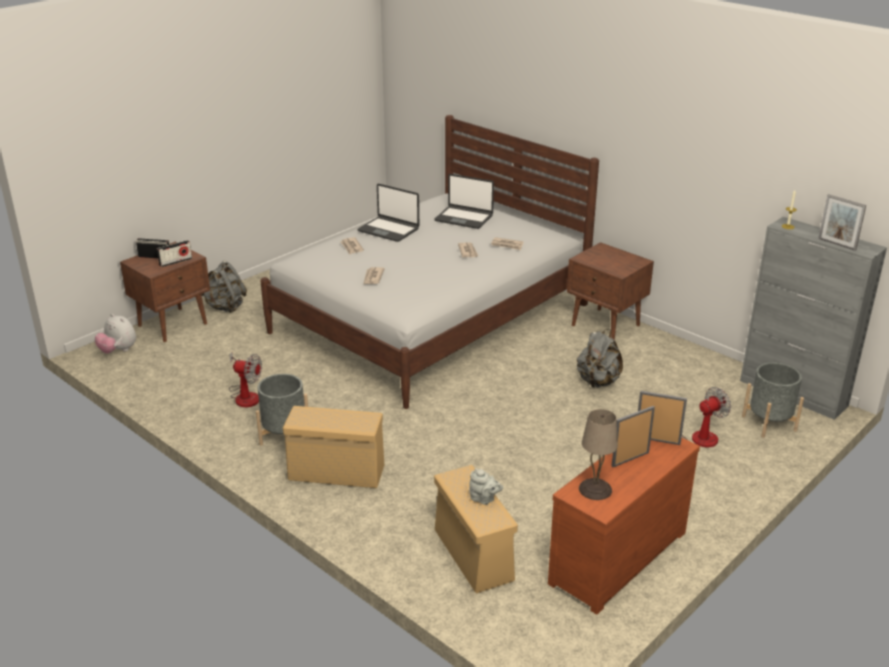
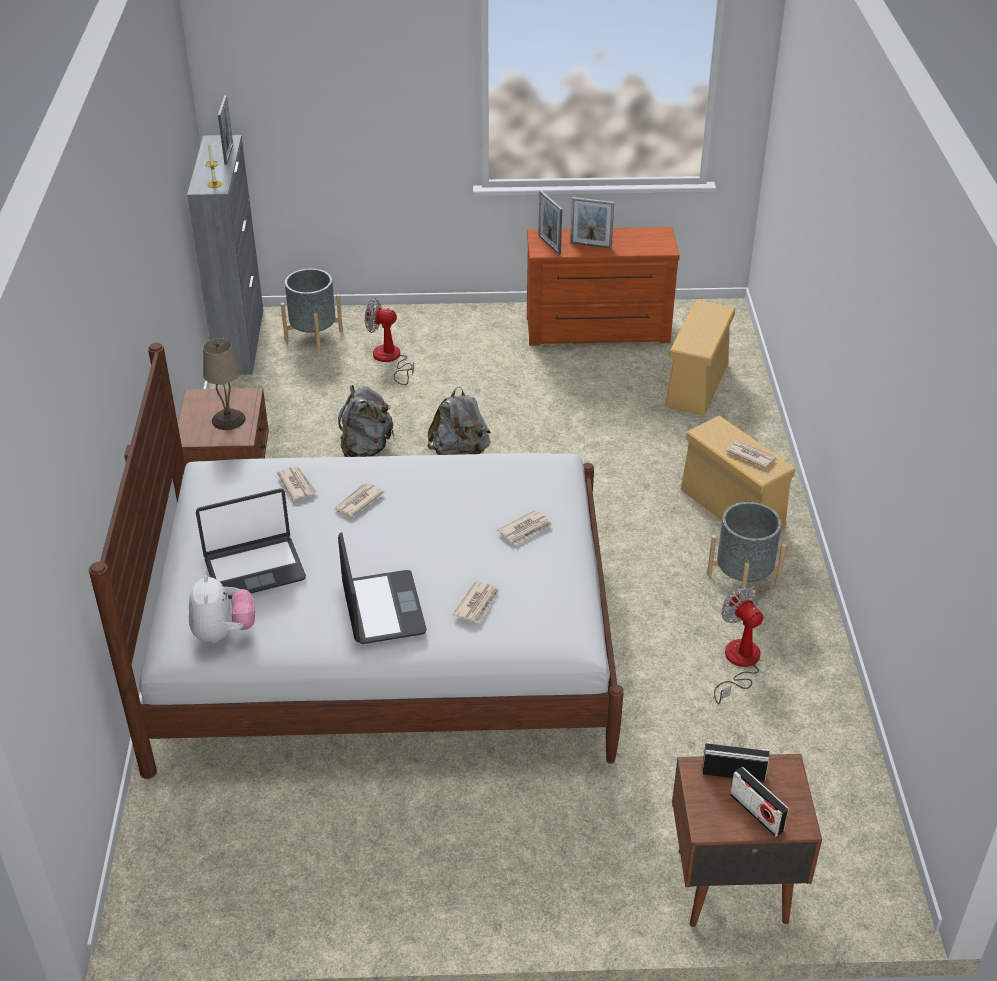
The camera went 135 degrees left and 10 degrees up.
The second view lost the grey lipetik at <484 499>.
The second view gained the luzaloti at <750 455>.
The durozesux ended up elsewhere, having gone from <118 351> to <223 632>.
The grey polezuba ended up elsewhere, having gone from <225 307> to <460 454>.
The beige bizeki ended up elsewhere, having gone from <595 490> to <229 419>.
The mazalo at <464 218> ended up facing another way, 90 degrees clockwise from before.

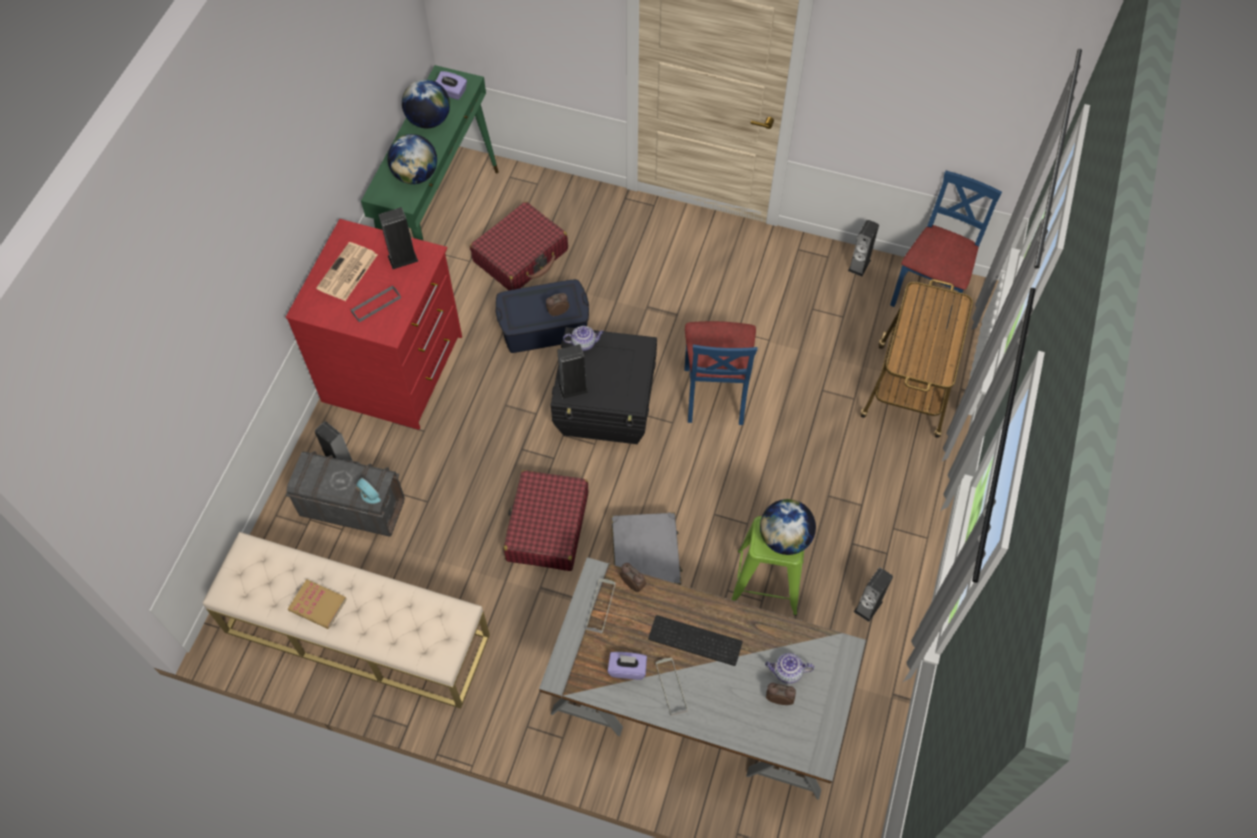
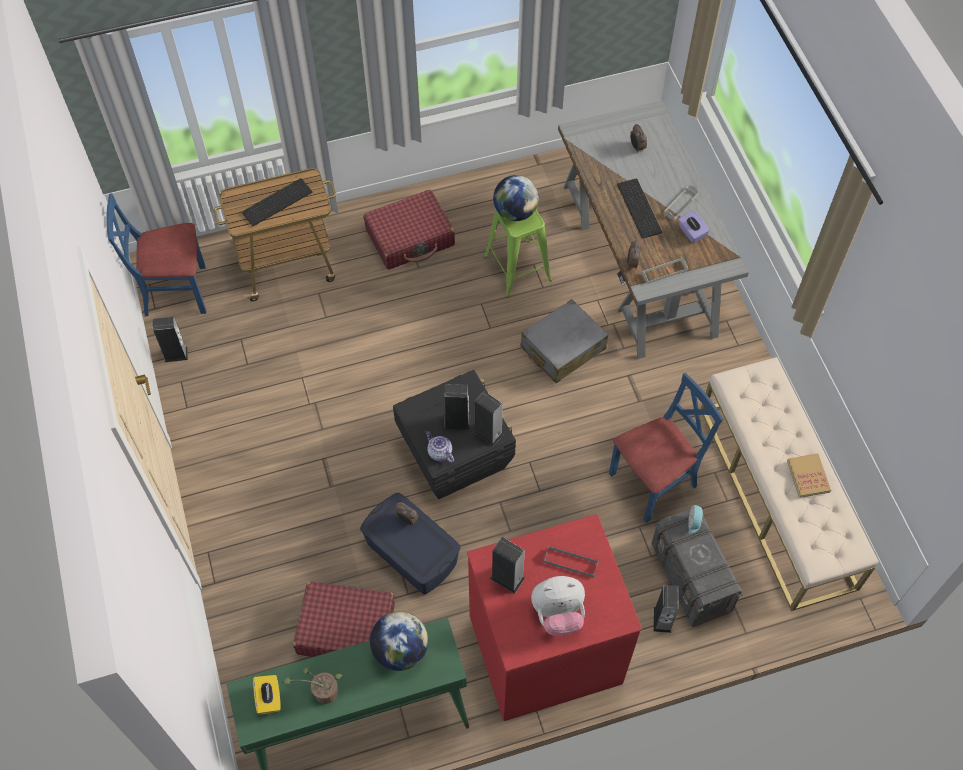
The camera went 125 degrees left and 0 degrees up.
The second view lost the lipetik at <786 672>.
The second view gained the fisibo at <277 201>.
The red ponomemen ended up elsewhere, having gone from <547 527> to <410 237>.
The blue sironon ended up elsewhere, having gone from <715 394> to <653 482>.
The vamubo ended up elsewhere, having gone from <868 606> to <457 421>.
Where the luzaloti stood at <347 273>, the durozesux came to stand at <558 613>.
Where the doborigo stood at <429 120>, the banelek came to stand at <322 691>.
What was the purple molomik at <451 92> turned into the yellow molomik at <269 698>.

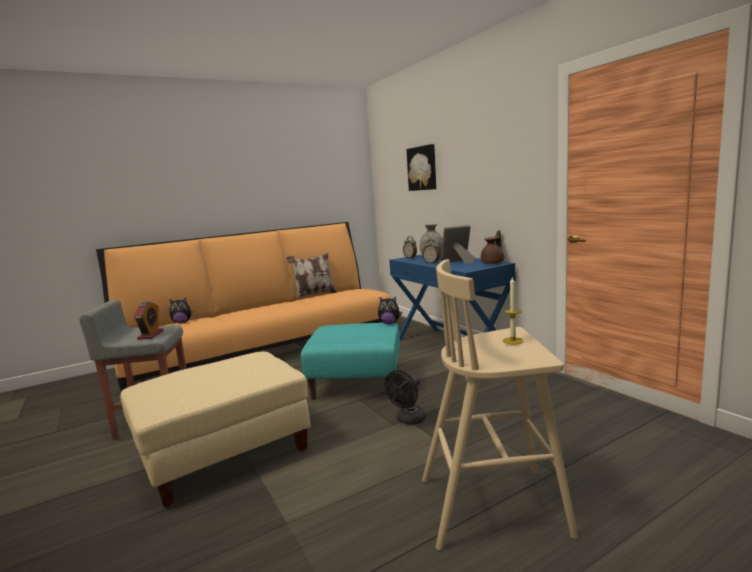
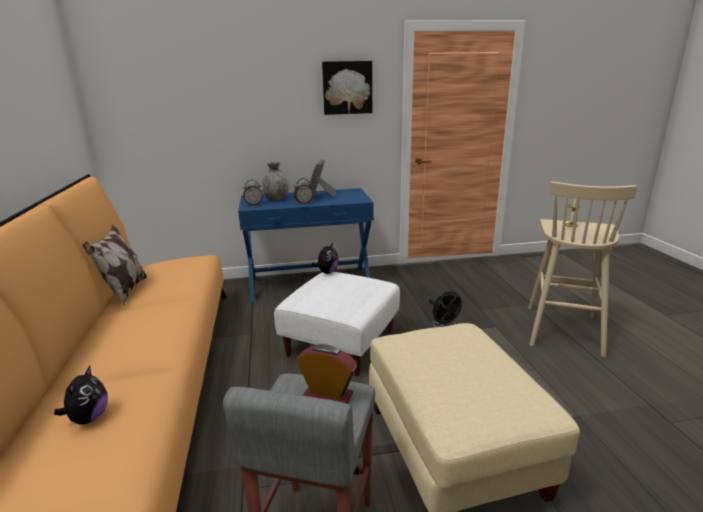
The camera went 70 degrees left and 10 degrees up.
The second view lost the brown lipetik at <493 263>.
The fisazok ended up elsewhere, having gone from <422 168> to <347 88>.
What was the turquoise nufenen at <357 382> turned into the white nufenen at <340 342>.

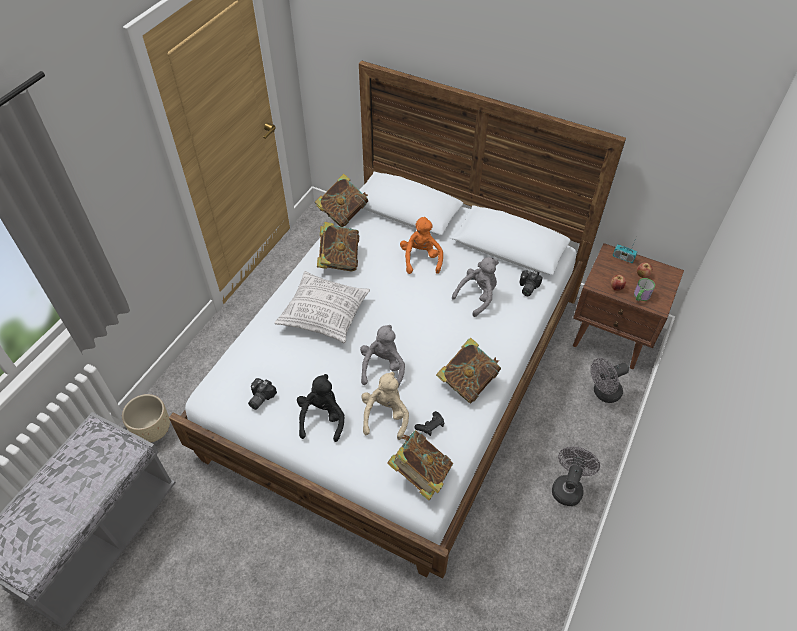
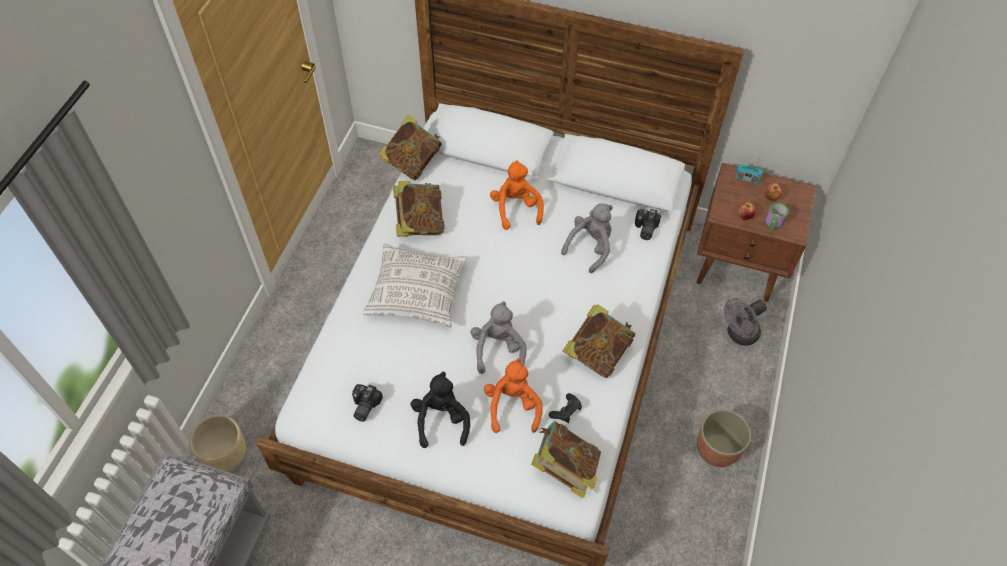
The camera went 10 degrees left and 5 degrees up.
Where the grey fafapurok stood at <568 487>, the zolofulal came to stand at <717 449>.
What was the beige durozesux at <385 415> turned into the orange durozesux at <512 406>.

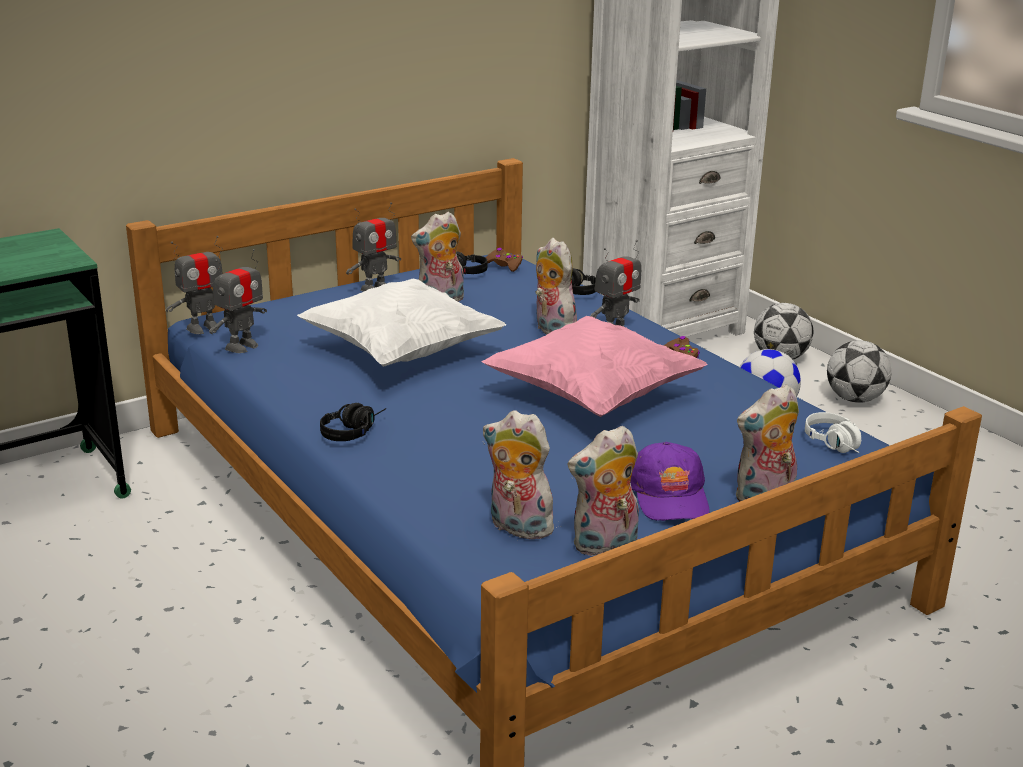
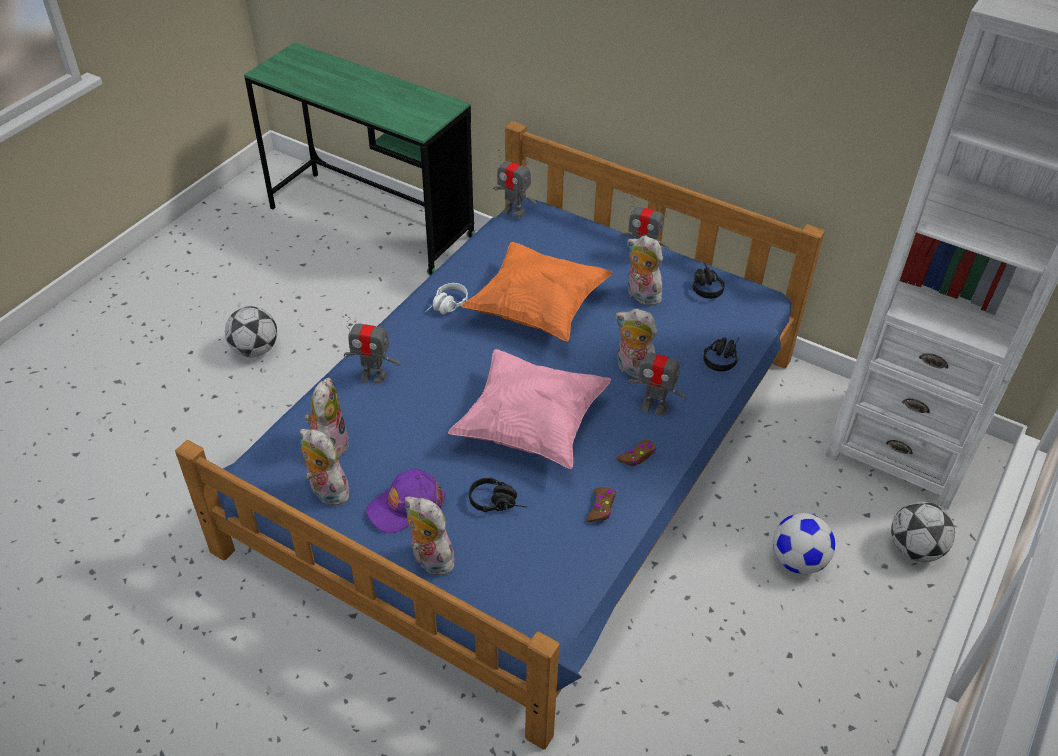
The camera went 65 degrees right and 20 degrees up.
The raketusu ended up elsewhere, having gone from <242 346> to <373 376>.
The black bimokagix ended up elsewhere, having gone from <354 431> to <498 502>.
The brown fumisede ended up elsewhere, having gone from <504 265> to <601 508>.
The white bimokagix ended up elsewhere, having gone from <837 445> to <446 307>.
The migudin ended up elsewhere, having gone from <854 399> to <255 350>.
What was the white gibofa at <401 352> turned into the orange gibofa at <537 309>.
The durozesux at <551 330> ended up facing another way, 90 degrees counterclockwise from before.

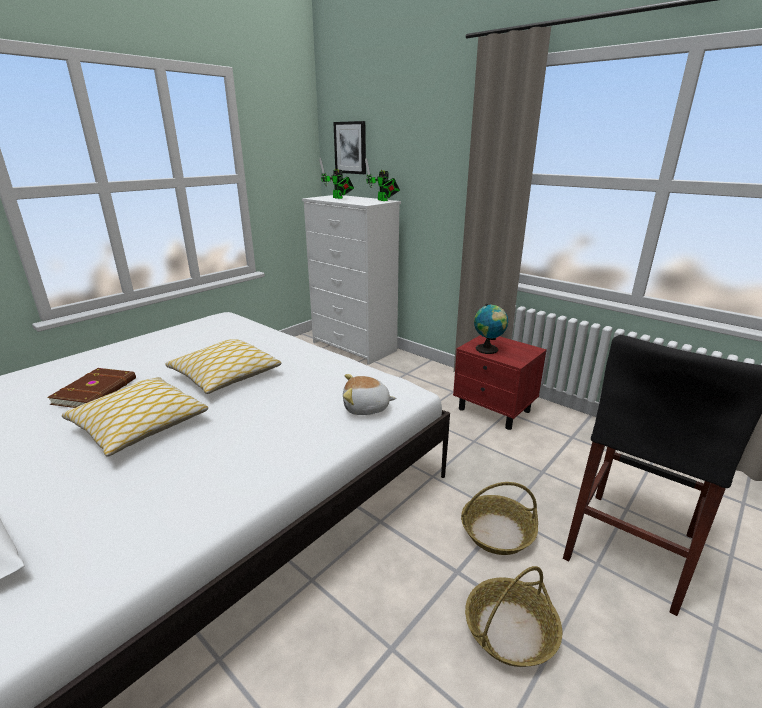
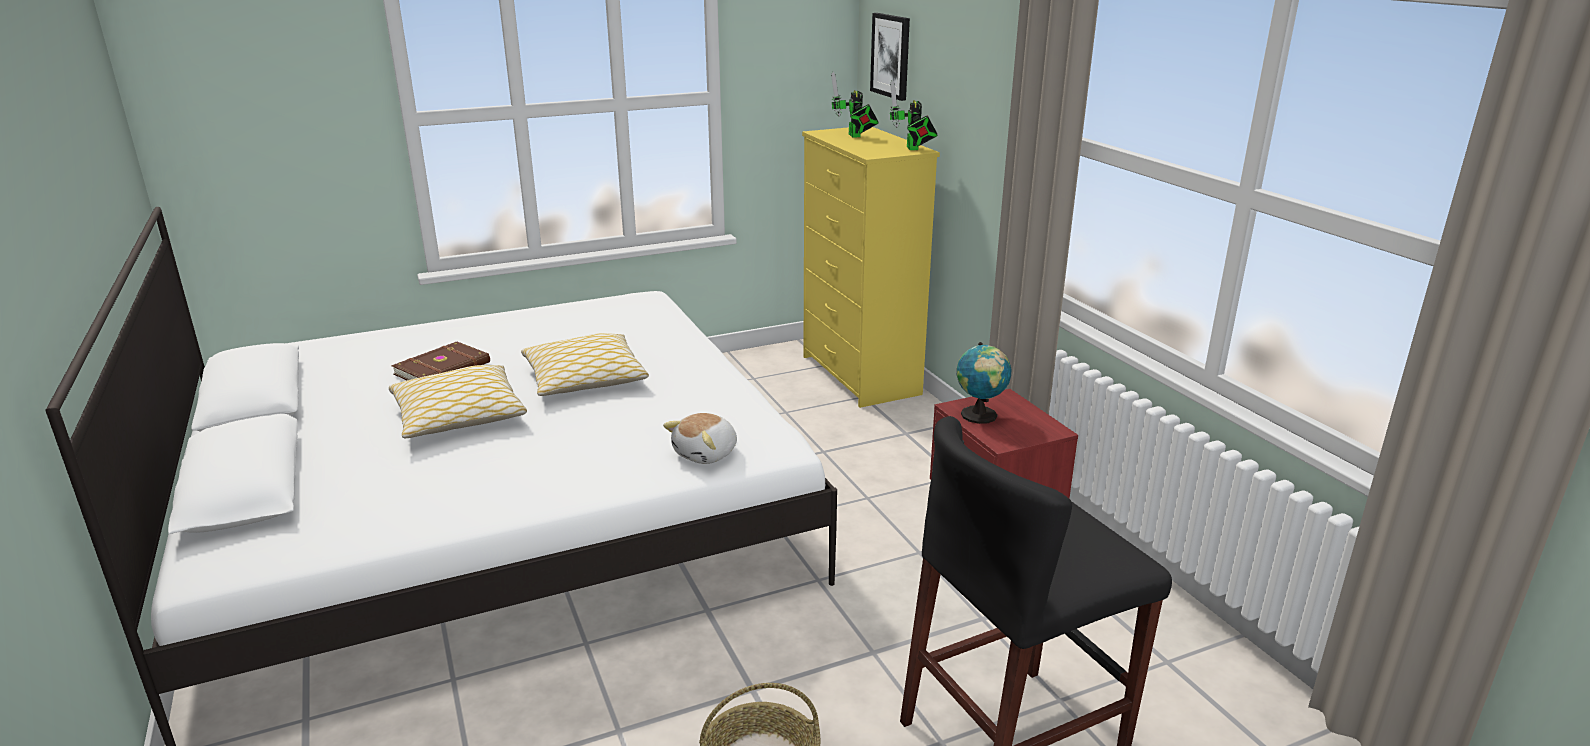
The camera went 25 degrees right and 0 degrees up.
The second view lost the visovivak at <497 532>.
What was the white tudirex at <354 347> turned into the yellow tudirex at <860 376>.
The durozesux at <366 408> ended up facing another way, 75 degrees counterclockwise from before.

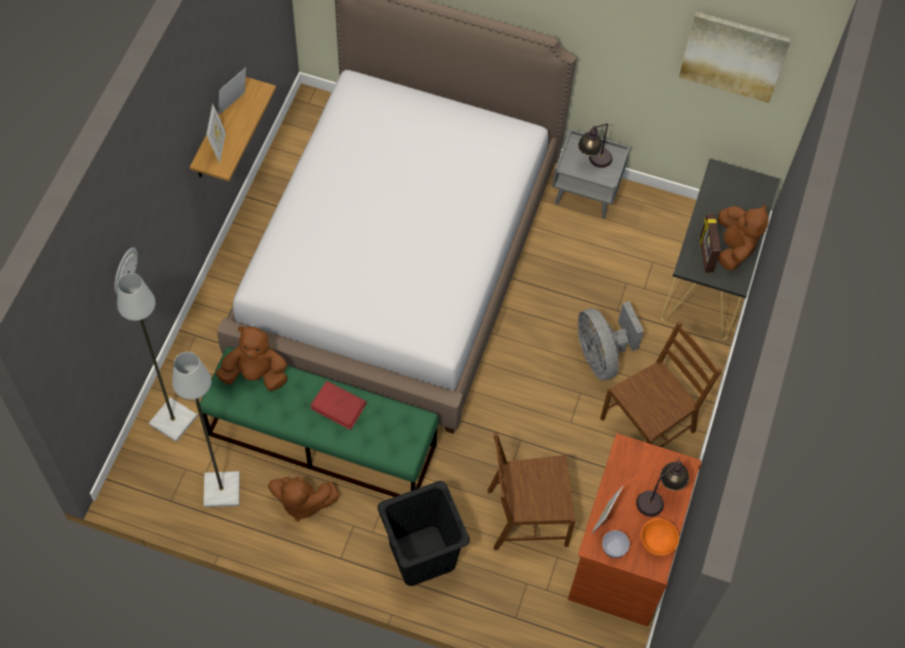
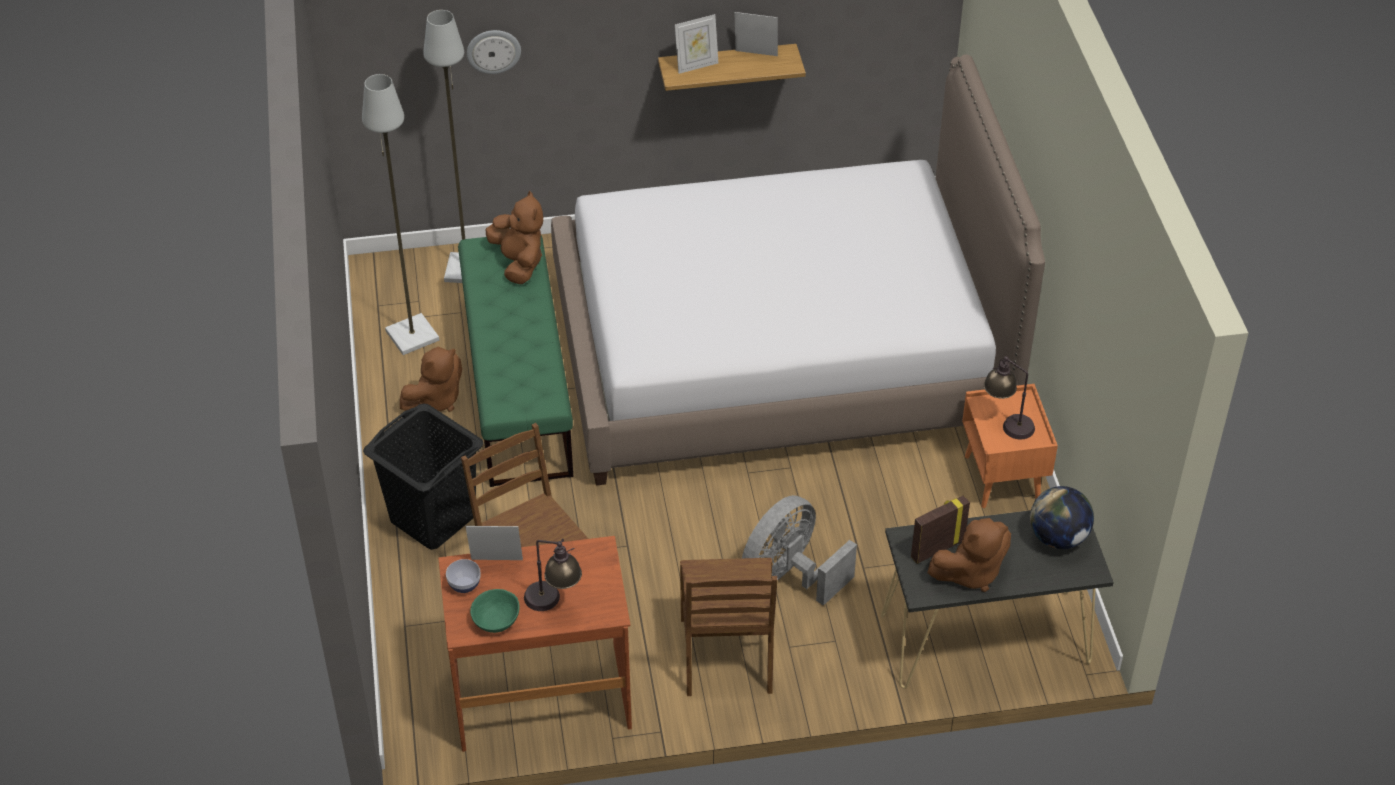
The camera went 65 degrees right and 15 degrees down.
The second view lost the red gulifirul at <338 406>.
The second view lost the fisazok at <734 56>.
The second view gained the doborigo at <1058 537>.
What was the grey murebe at <586 194> turned into the orange murebe at <1003 478>.
What was the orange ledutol at <656 541> turned into the green ledutol at <496 620>.
The brown durozesux at <302 502> ended up facing another way, 120 degrees counterclockwise from before.
The brown sironon at <648 425> ended up facing another way, 60 degrees clockwise from before.

